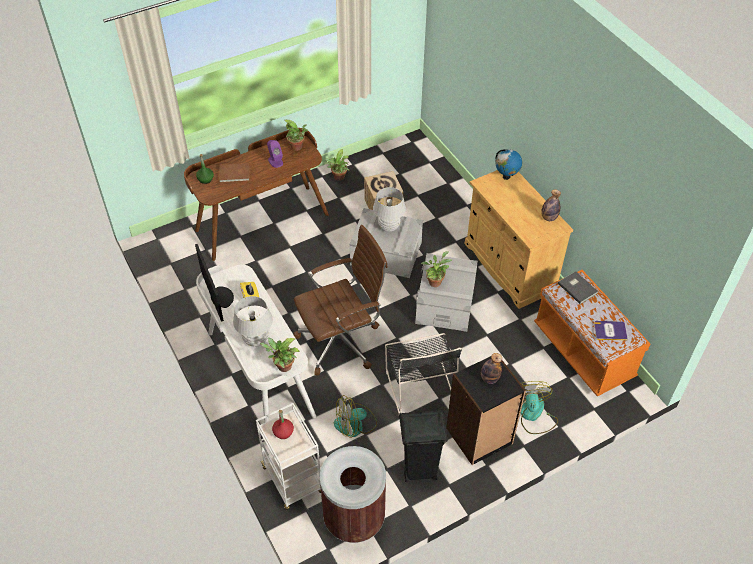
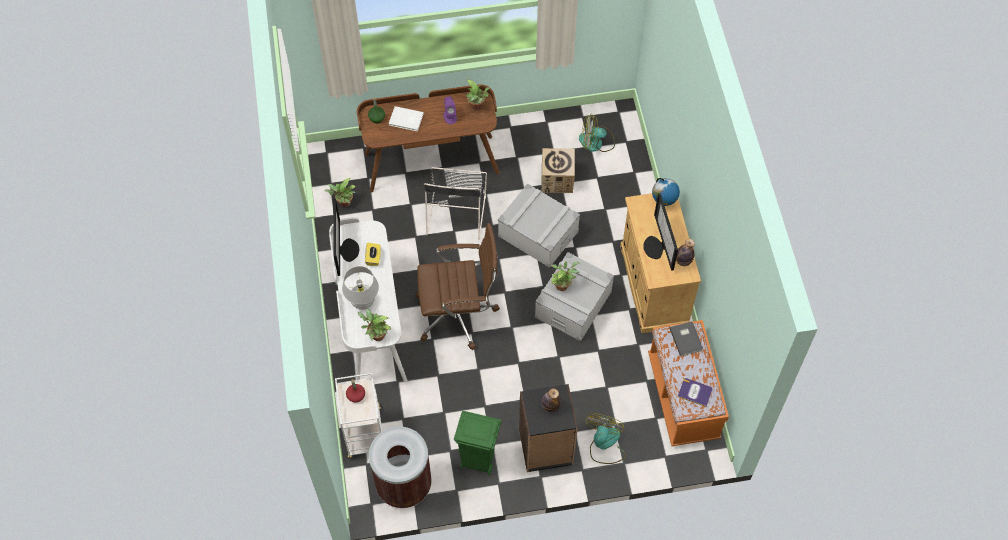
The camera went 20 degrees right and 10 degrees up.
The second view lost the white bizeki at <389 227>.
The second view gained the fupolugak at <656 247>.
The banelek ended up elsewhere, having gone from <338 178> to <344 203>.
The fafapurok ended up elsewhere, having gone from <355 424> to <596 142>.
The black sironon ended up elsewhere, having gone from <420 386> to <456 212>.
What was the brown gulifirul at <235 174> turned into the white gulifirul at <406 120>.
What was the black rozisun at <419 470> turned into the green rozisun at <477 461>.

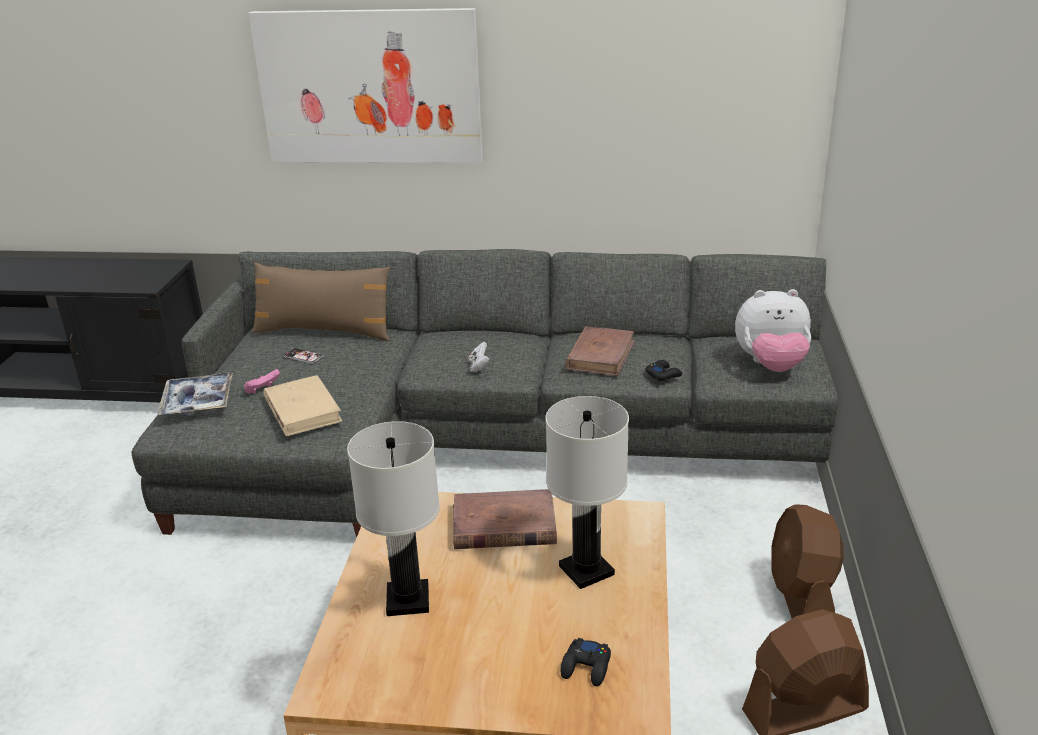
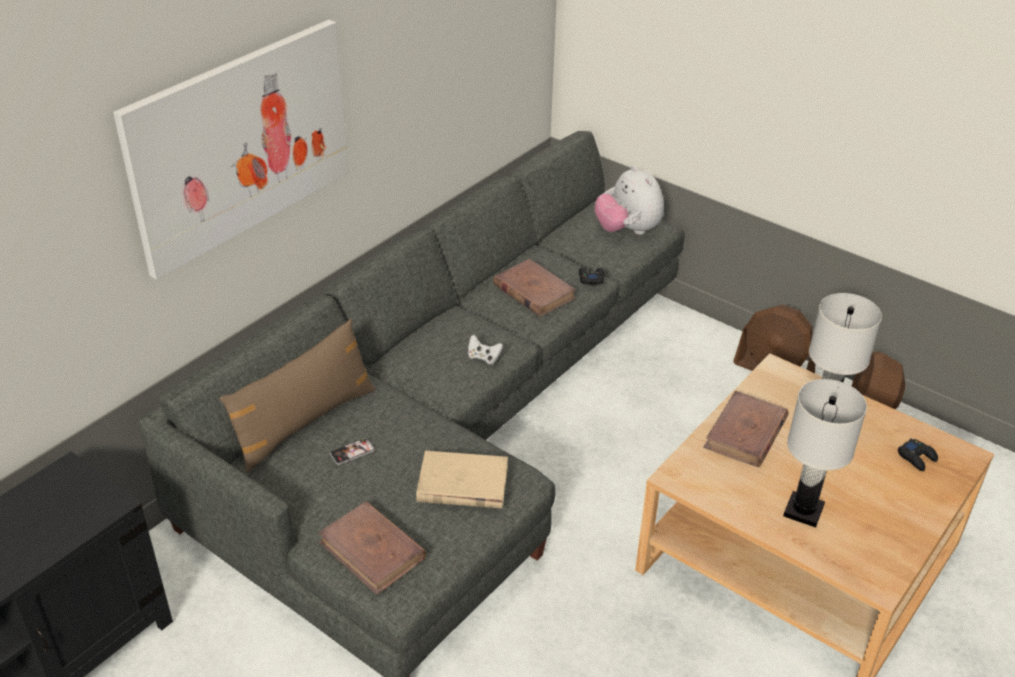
The camera went 60 degrees left and 10 degrees up.
The second view lost the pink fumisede at <262 390>.
Where the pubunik stood at <198 402>, the brown gulifirul came to stand at <372 551>.
The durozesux at <771 365> ended up facing another way, 120 degrees clockwise from before.

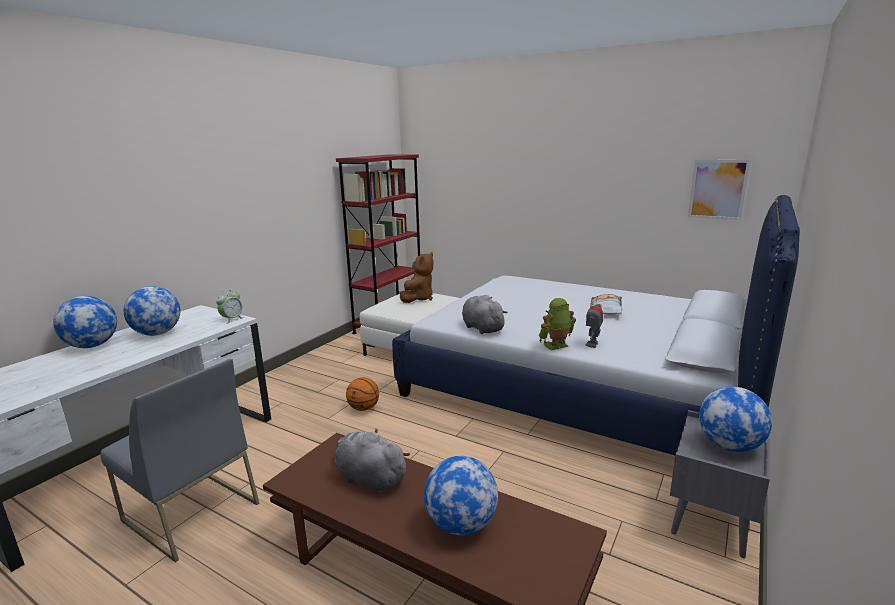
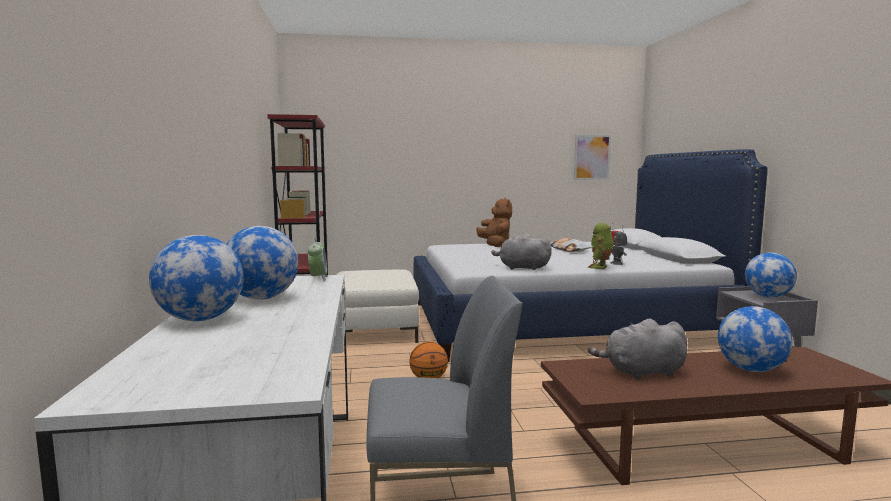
The camera went 40 degrees left and 10 degrees down.
The brown durozesux ended up elsewhere, having gone from <418 298> to <495 245>.

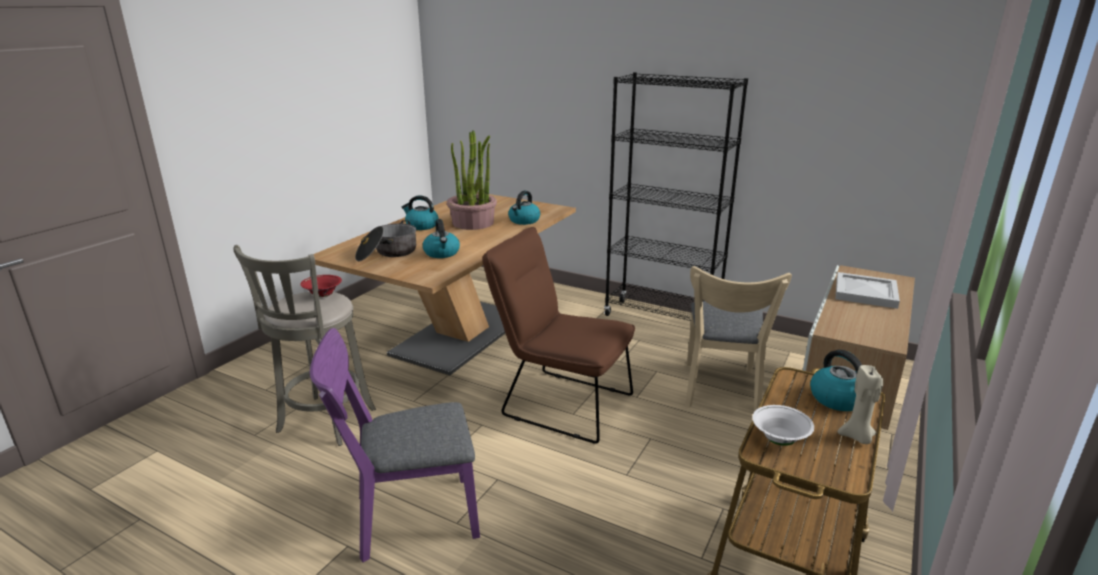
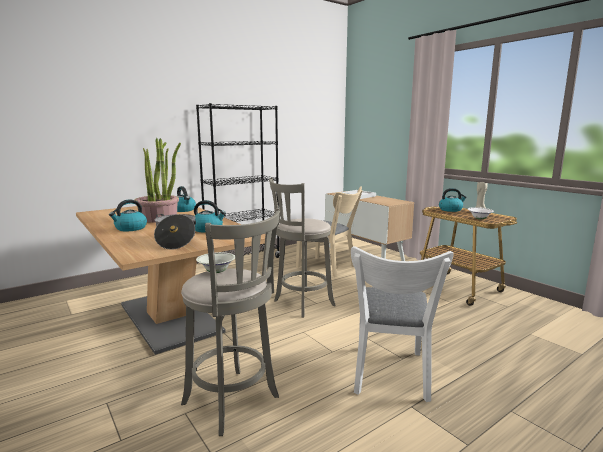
The camera went 65 degrees left and 10 degrees down.
Where the brown sironon stood at <559 402>, the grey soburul came to stand at <301 304>.
What was the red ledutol at <323 295> turned into the white ledutol at <216 272>.
What was the purple sironon at <406 518> turned into the white sironon at <390 376>.

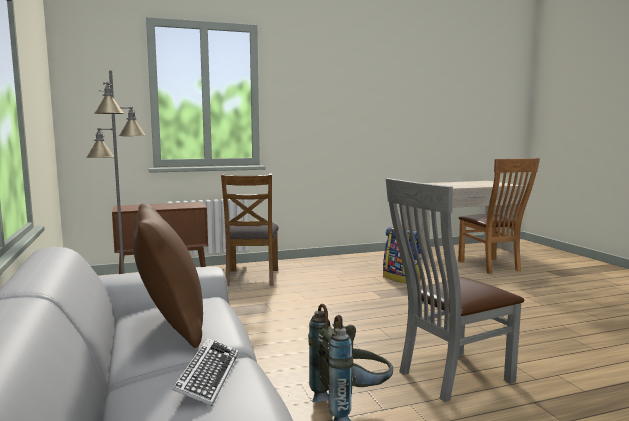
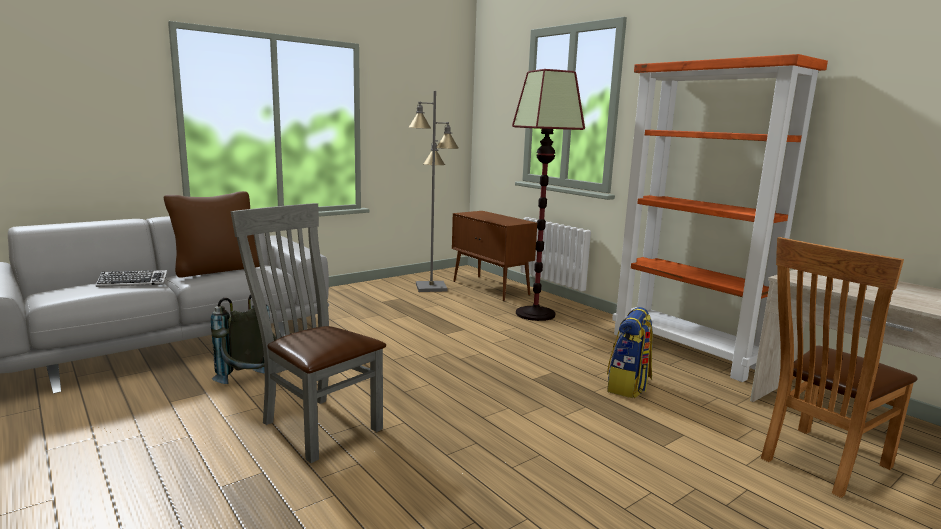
The camera went 70 degrees right and 5 degrees up.
The second view gained the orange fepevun at <687 351>.
Where the brown sironon stood at <251 277>, the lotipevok came to stand at <535 314>.

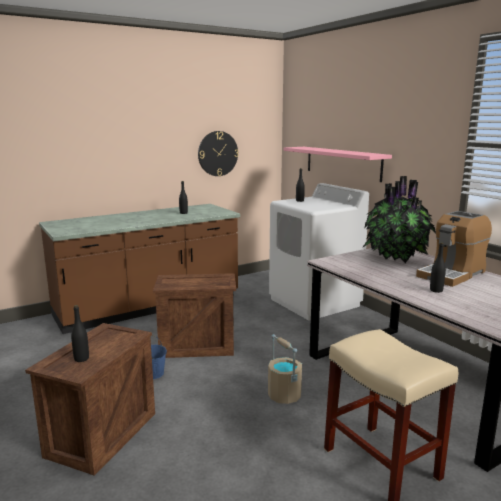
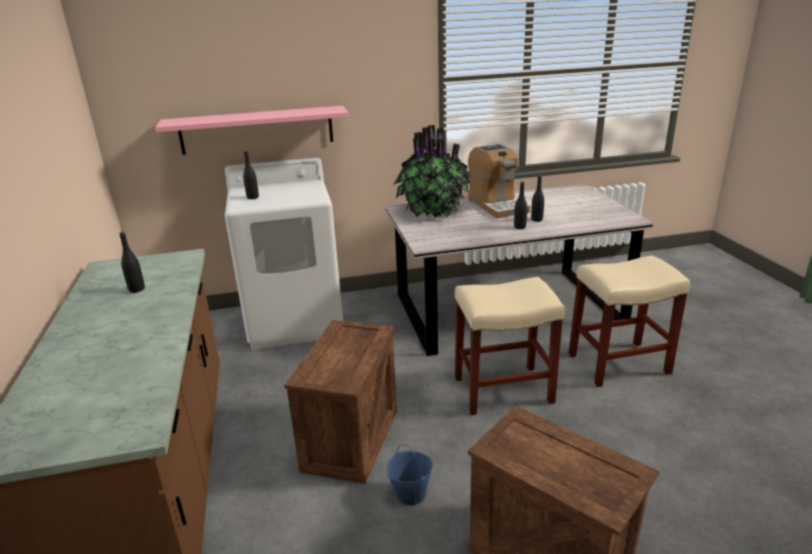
The camera went 70 degrees left and 10 degrees up.
The second view lost the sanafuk at <218 153>.
The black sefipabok ended up elsewhere, having gone from <81 359> to <520 227>.
Where the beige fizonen stood at <284 395>, the beige soburul came to stand at <502 391>.

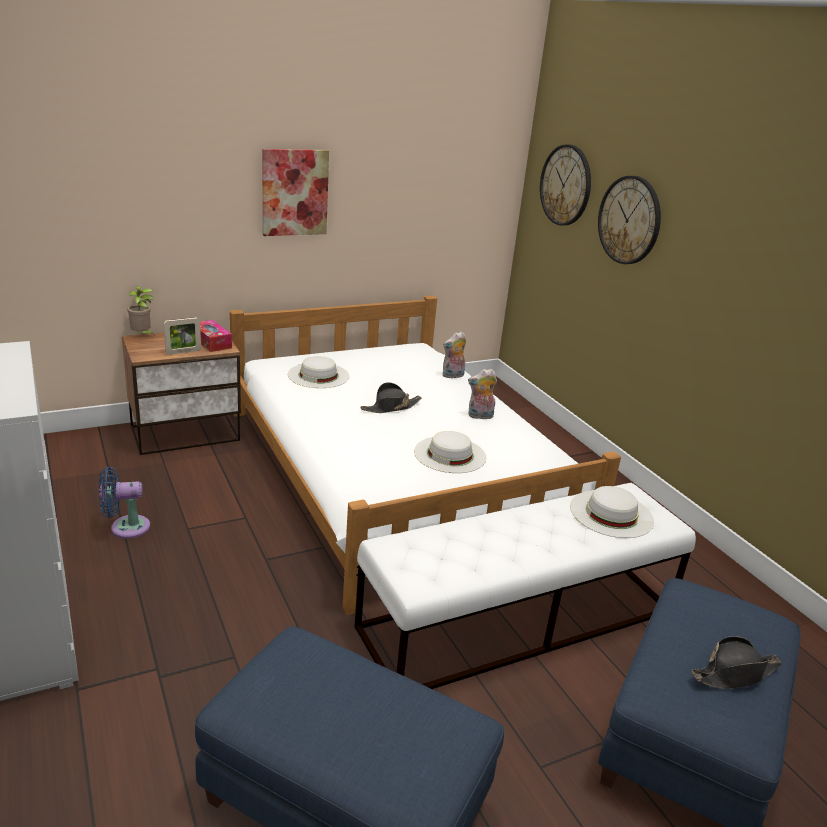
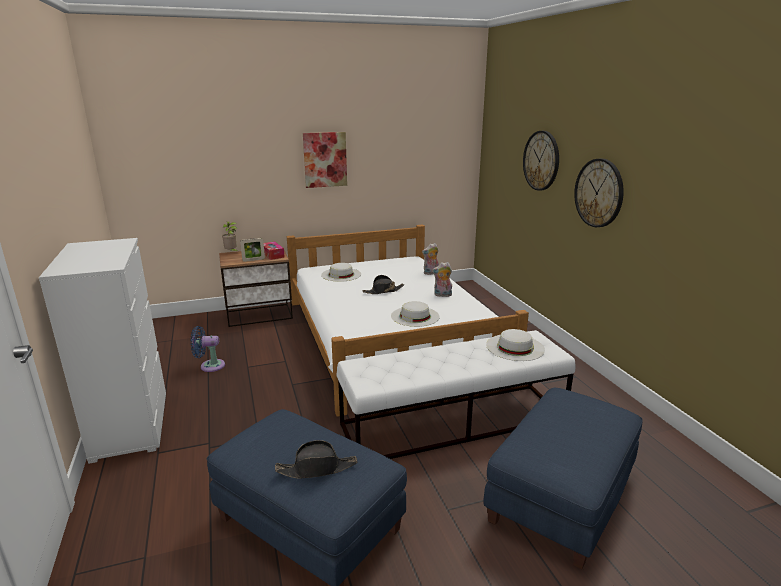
The camera went 10 degrees right and 5 degrees down.
The sanafuk ended up elsewhere, having gone from <566 185> to <599 193>.
The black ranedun ended up elsewhere, having gone from <735 673> to <317 468>.

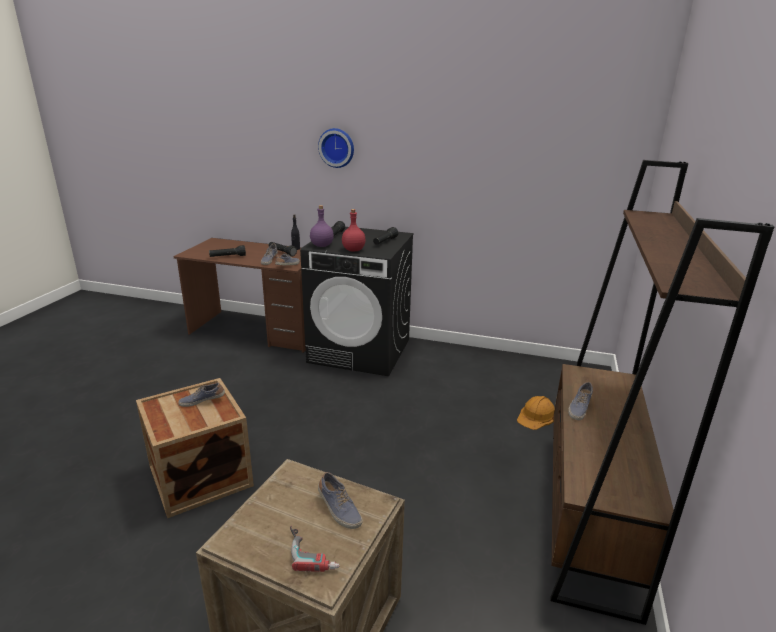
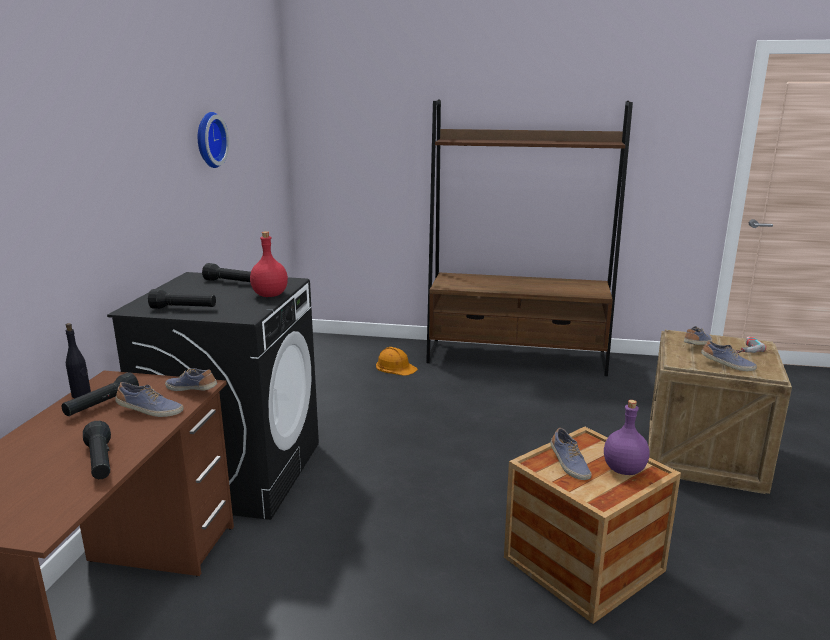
The camera went 95 degrees left and 5 degrees down.
The purple sefipabok ended up elsewhere, having gone from <322 245> to <624 469>.
The sanafuk ended up elsewhere, having gone from <337 147> to <208 140>.
The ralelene ended up elsewhere, having gone from <579 408> to <727 365>.

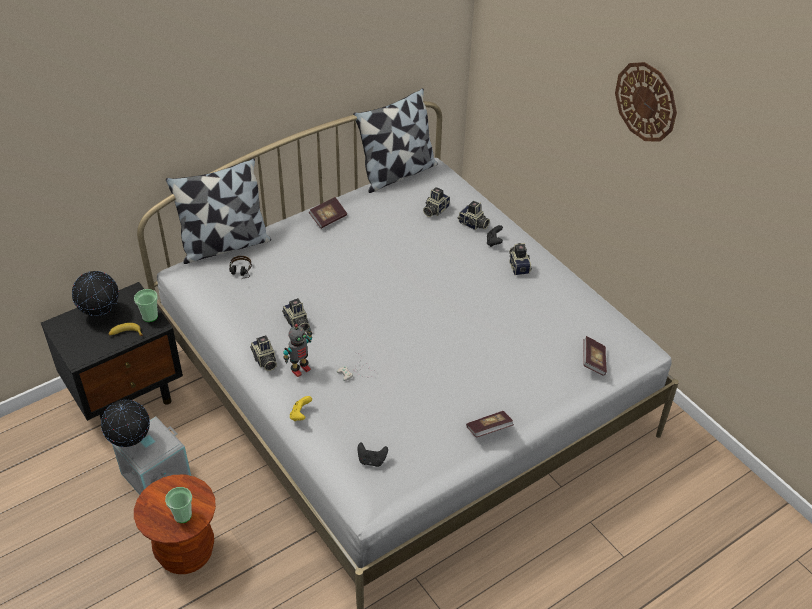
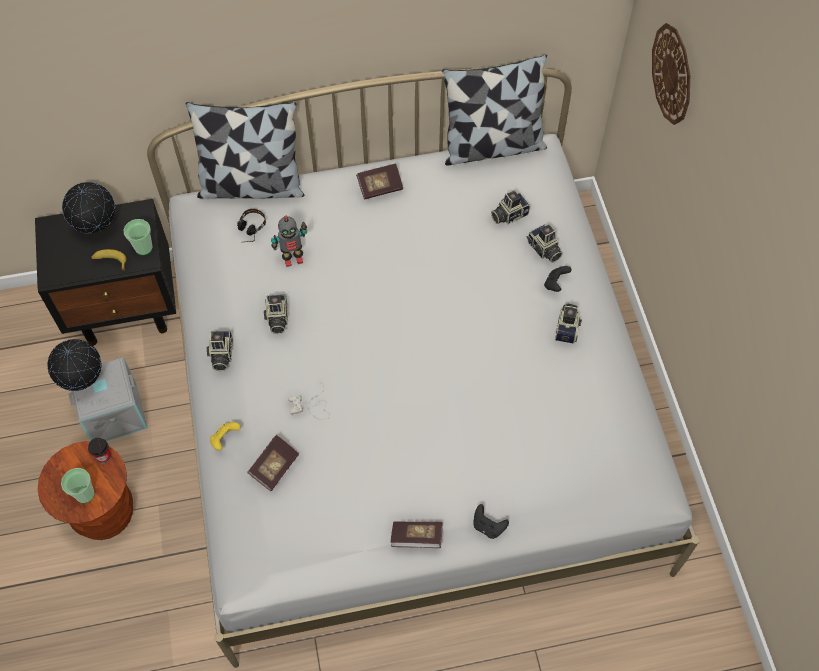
The camera went 25 degrees right and 15 degrees up.
The second view gained the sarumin at <104 456>.
The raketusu ended up elsewhere, having gone from <300 369> to <293 259>.
The black fumisede ended up elsewhere, having gone from <372 460> to <488 526>.
The gulifirul ended up elsewhere, having gone from <593 361> to <274 467>.
The sanafuk ended up elsewhere, having gone from <646 101> to <672 74>.

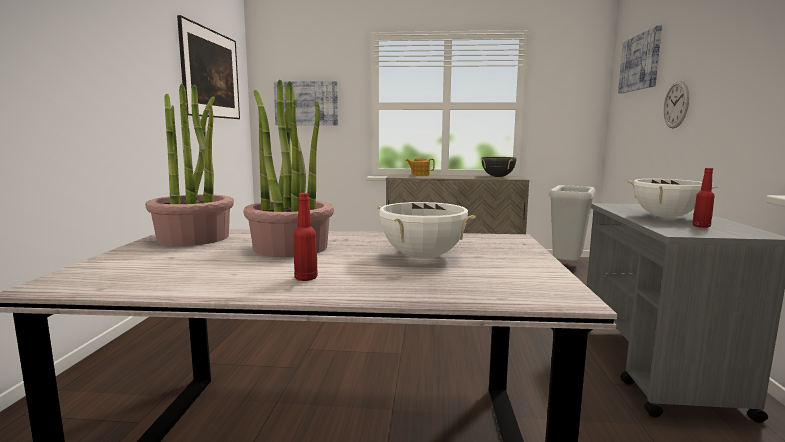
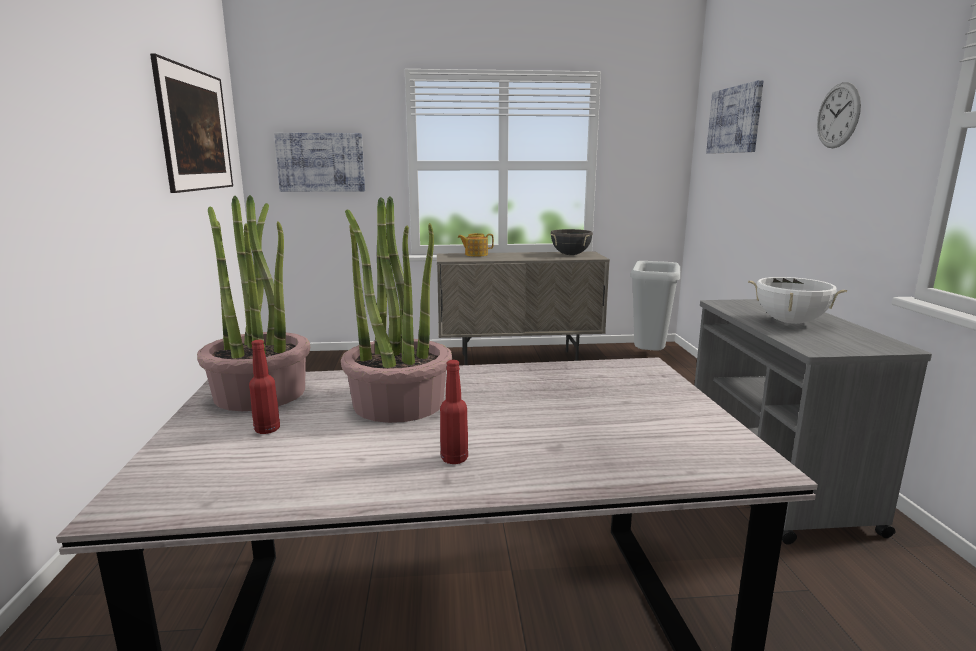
The camera went 10 degrees left and 5 degrees up.
The second view lost the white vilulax at <422 257>.
The sanafuk ended up elsewhere, having gone from <676 104> to <838 115>.
The red sefipabok ended up elsewhere, having gone from <701 226> to <267 429>.

